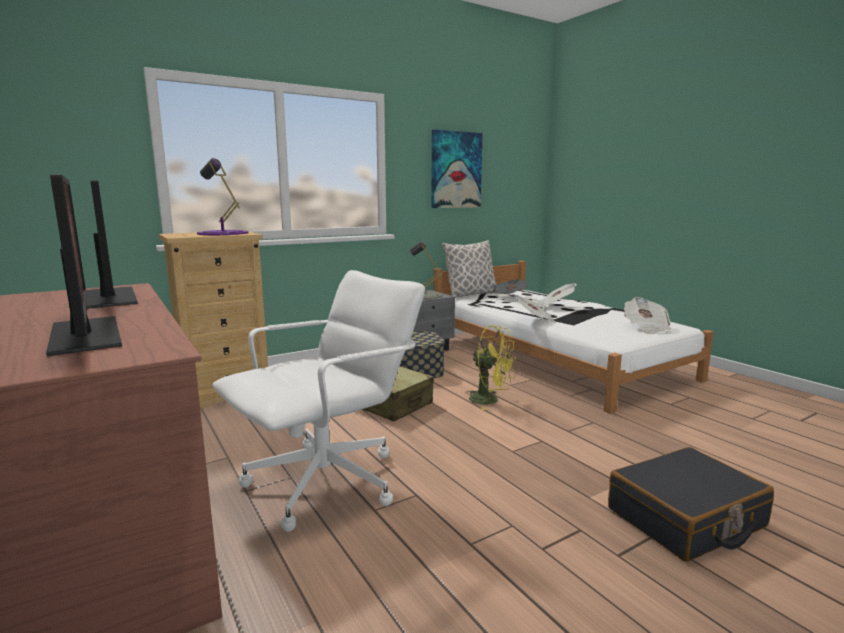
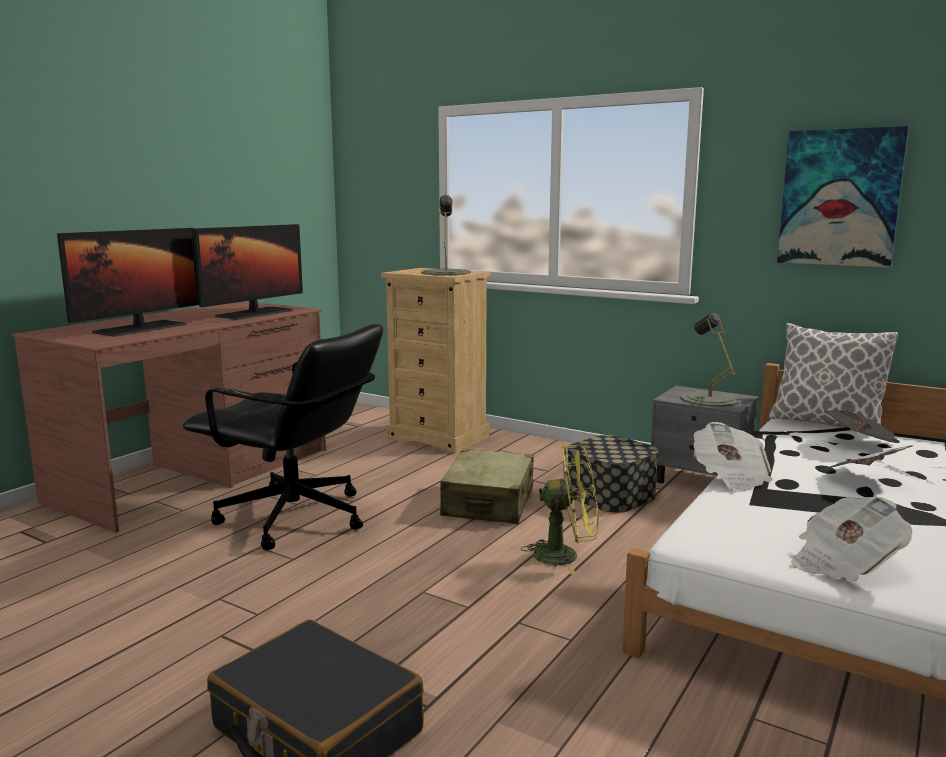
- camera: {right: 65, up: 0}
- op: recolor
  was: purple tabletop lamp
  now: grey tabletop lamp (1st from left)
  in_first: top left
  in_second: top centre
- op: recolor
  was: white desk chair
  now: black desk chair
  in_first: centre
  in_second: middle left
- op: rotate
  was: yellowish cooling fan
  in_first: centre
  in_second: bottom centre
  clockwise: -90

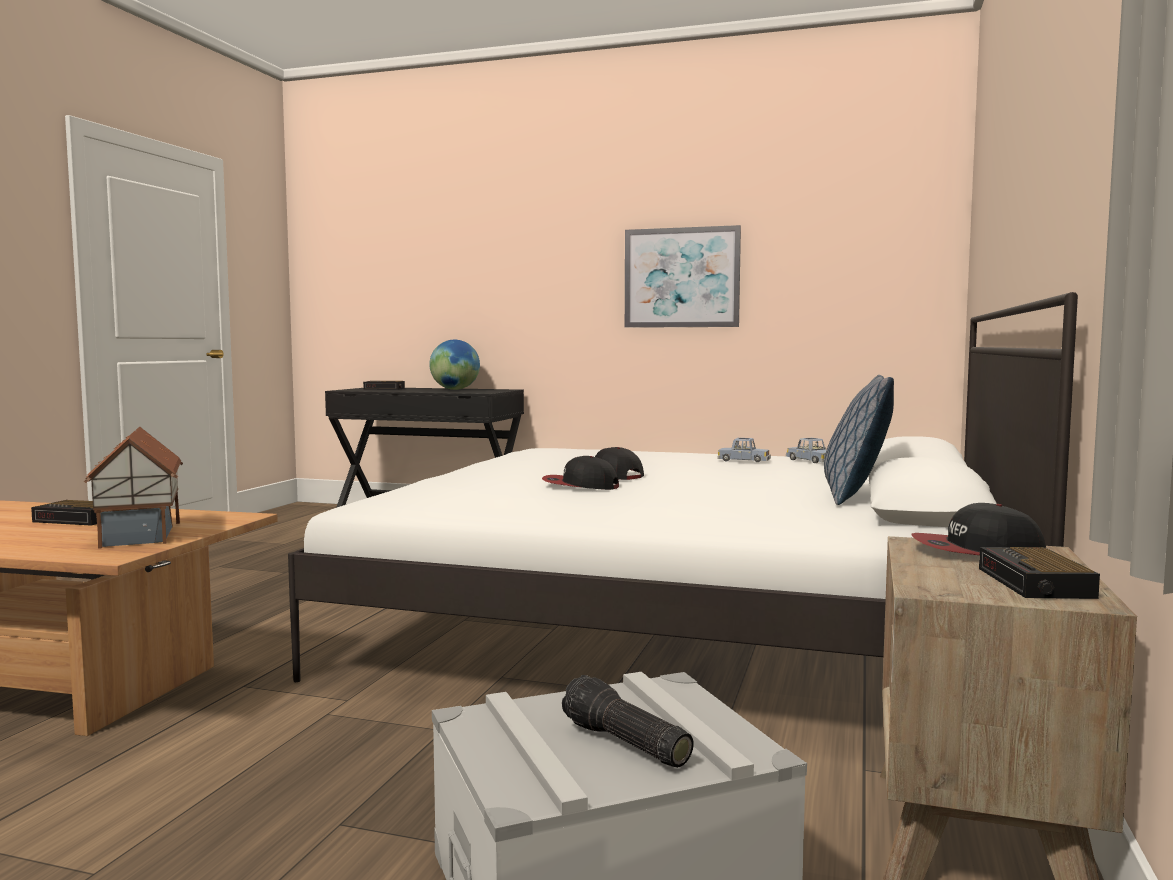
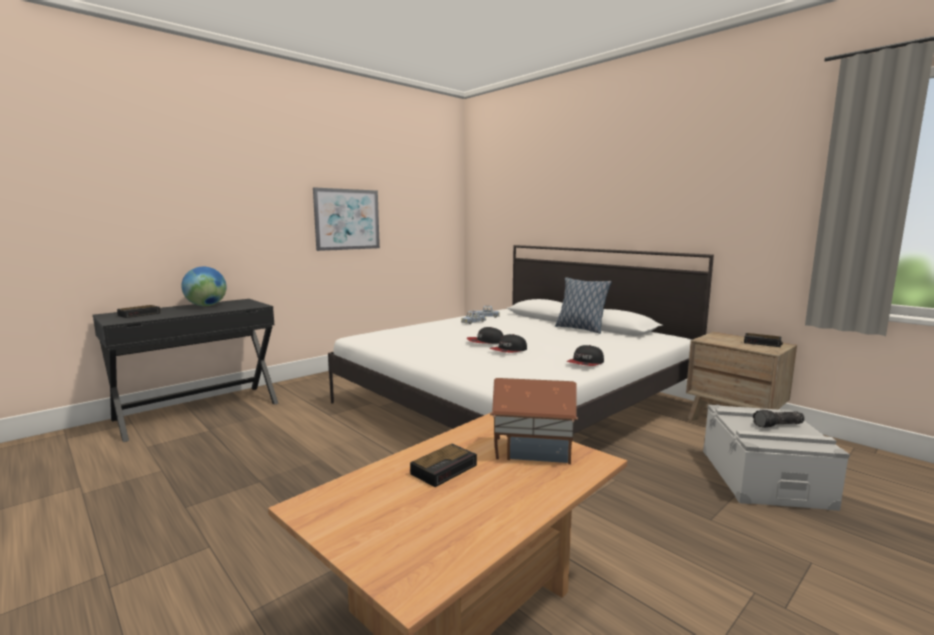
- camera: {right: -60, up: 5}
- op: move
  was: baseball cap (3rd from left)
  in_first: middle right
  in_second: centre

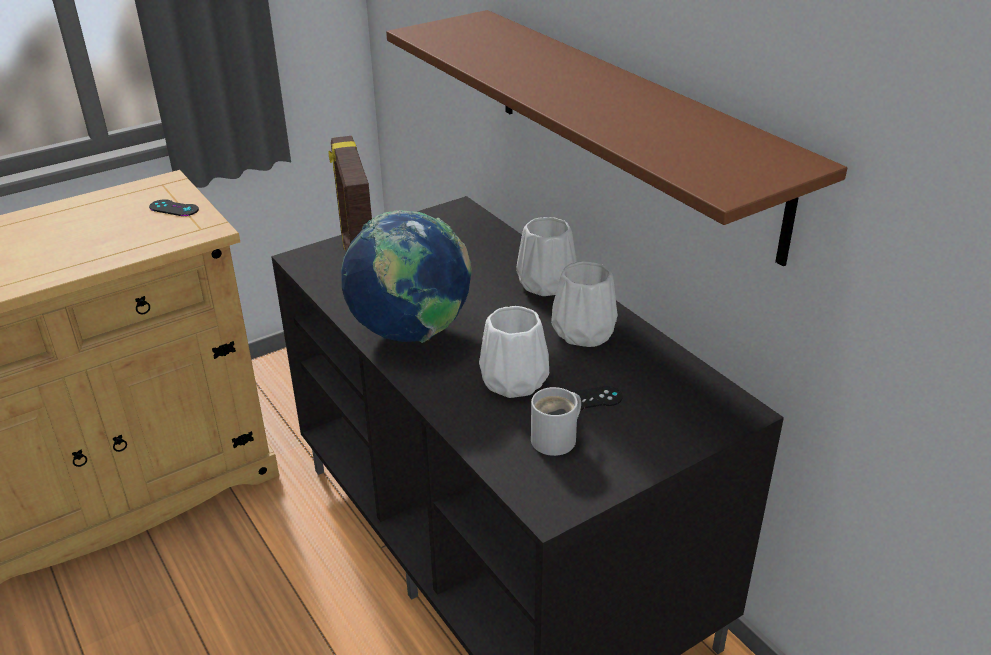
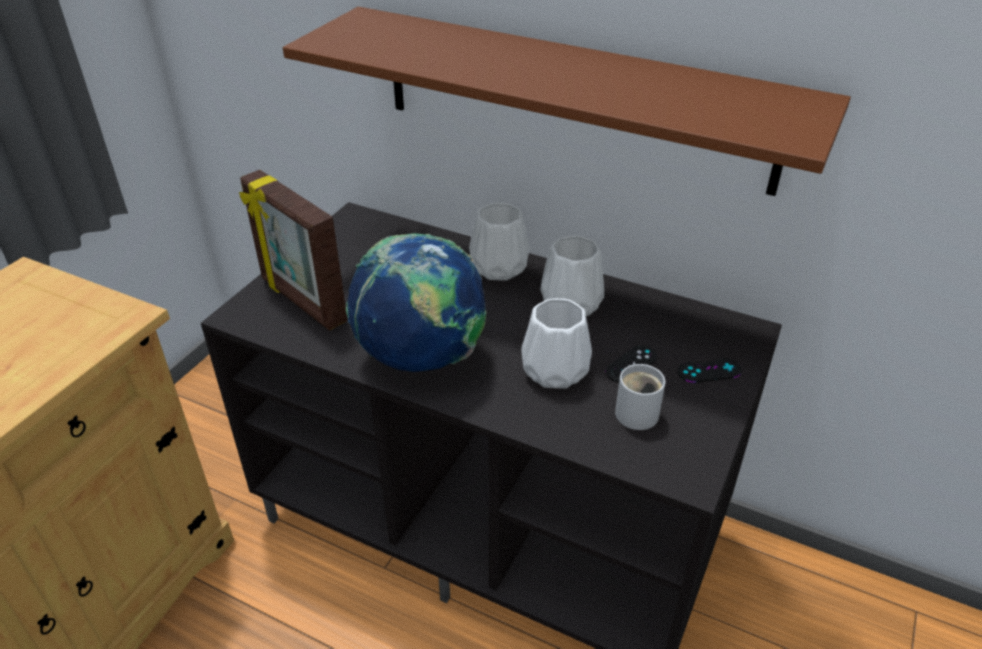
- camera: {right: -30, up: 5}
- op: move
  was: black joypad (1st from left in the first image)
  now: black joypad (2nd from left)
  in_first: top left
  in_second: middle right

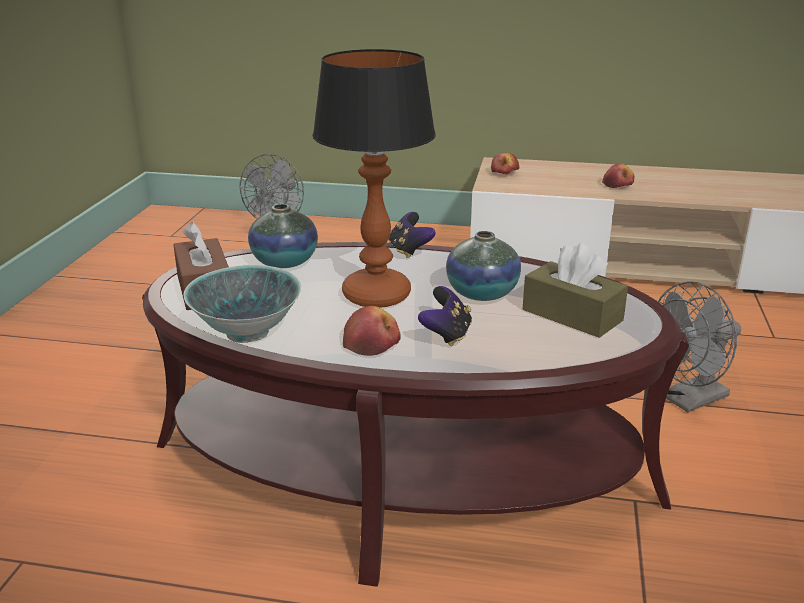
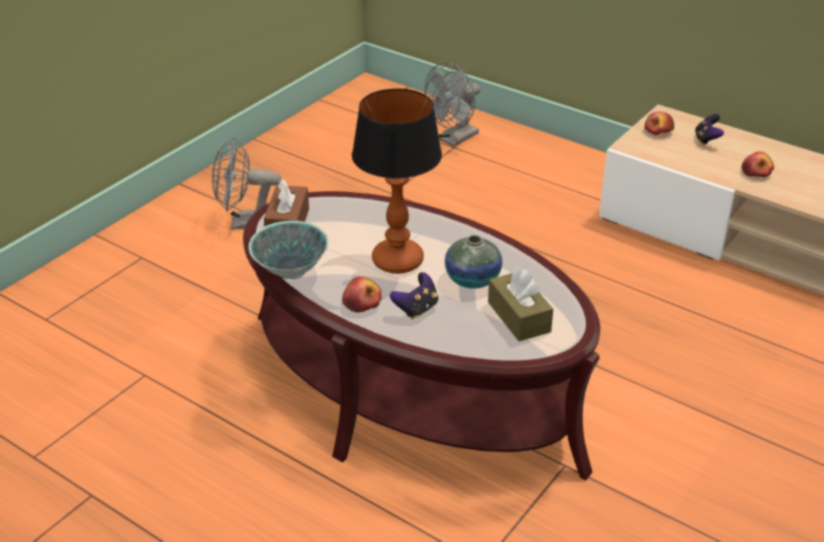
- camera: {right: 25, up: 10}
- op: delete
  was: decorative vase (1st from left)
  in_first: centre
- op: move
  was: joypad (1st from left in the first image)
  now: joypad (2nd from left)
  in_first: centre
  in_second: top right
- op: move
  was: grey cooling fan (2nd from left in the first image)
  now: grey cooling fan (1st from left)
  in_first: middle right
  in_second: middle left

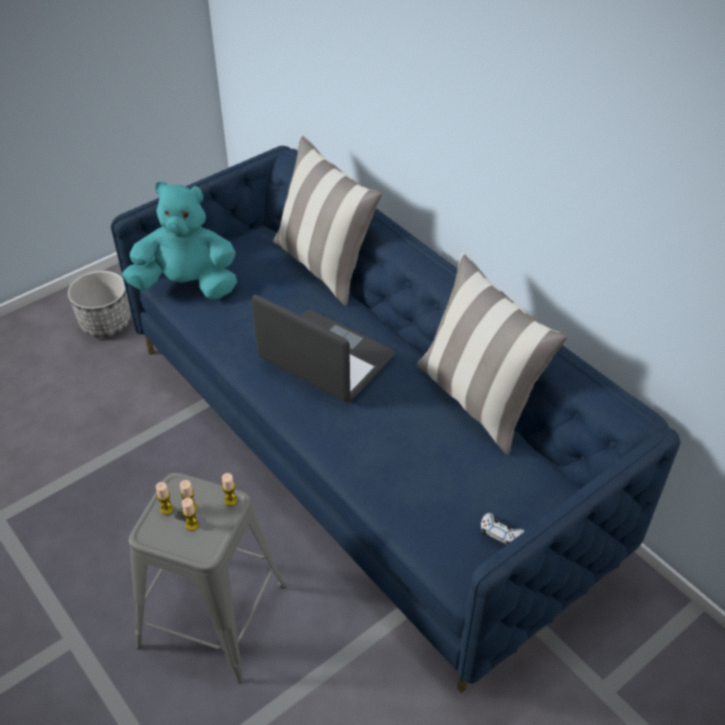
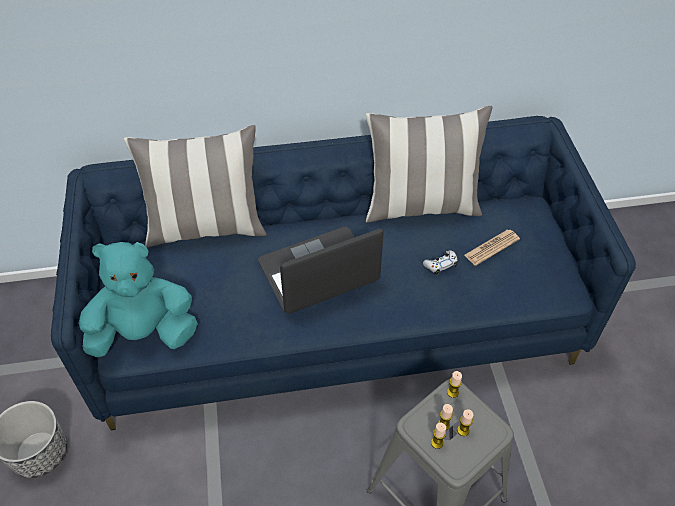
- camera: {right: -60, up: 5}
- op: rotate
  was: turquoise-coloured soft toy
  in_first: top left
  in_second: middle left
  clockwise: 45
- op: move
  was: white joypad
  in_first: bottom right
  in_second: centre
- op: insert
  now: daily paper
  in_second: middle right

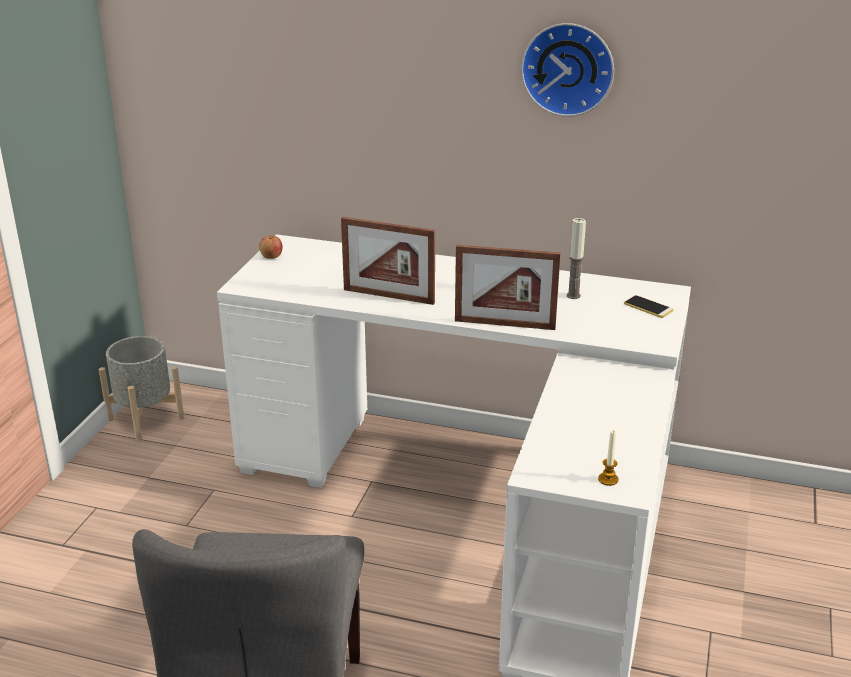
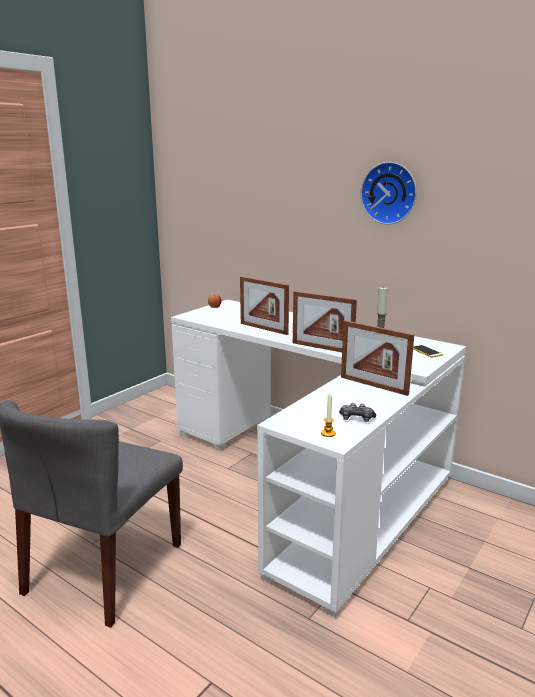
- camera: {right: 20, up: -10}
- op: delete
  was: grey flower pot
  in_first: middle left
- op: insert
  now: standing frame (3rd from left)
  in_second: middle right
- op: insert
  now: joypad
  in_second: middle right

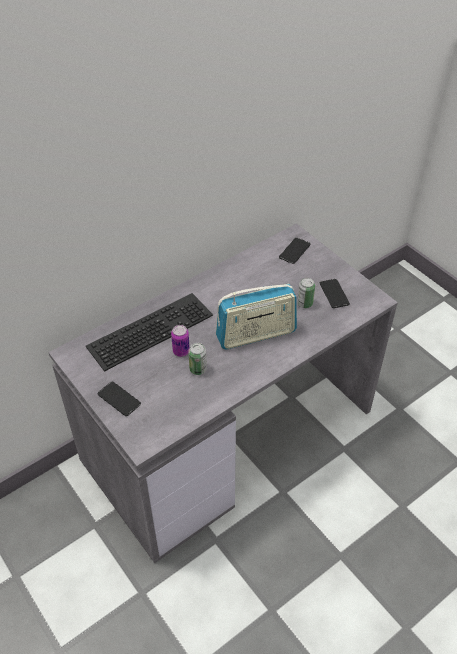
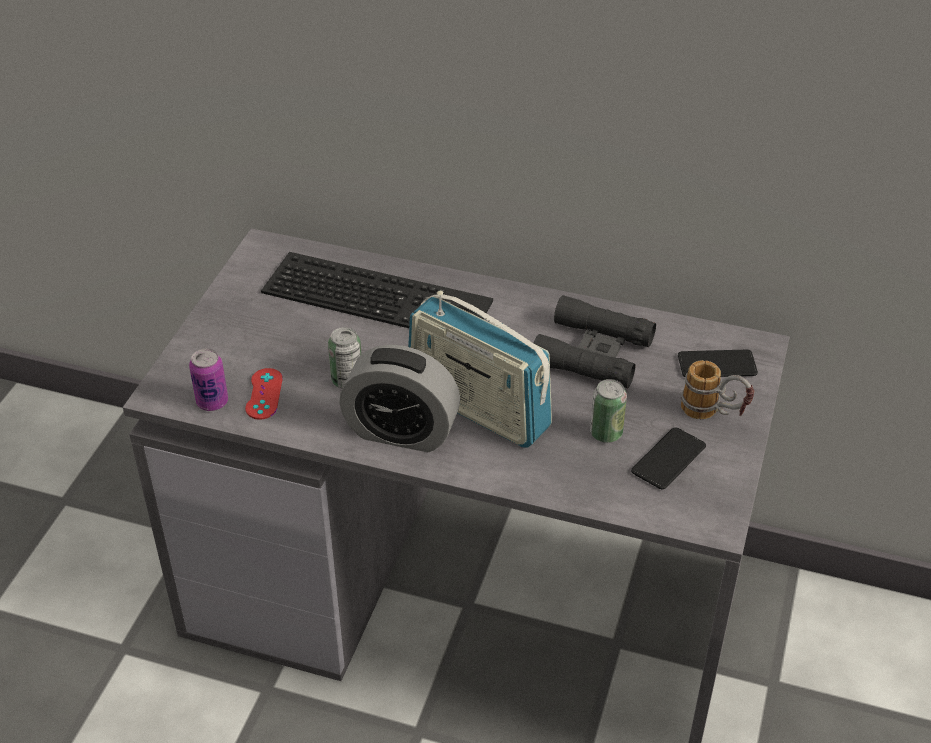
- camera: {right: 55, up: -5}
- op: move
  was: sealed can (1st from left)
  in_first: centre
  in_second: middle left
- op: delete
  was: phone (1st from left)
  in_first: middle left
- op: insert
  now: black field glasses
  in_second: centre
- op: insert
  now: bedside clock
  in_second: centre
- op: insert
  now: tea mug
  in_second: middle right
- op: insert
  now: red joypad
  in_second: middle left

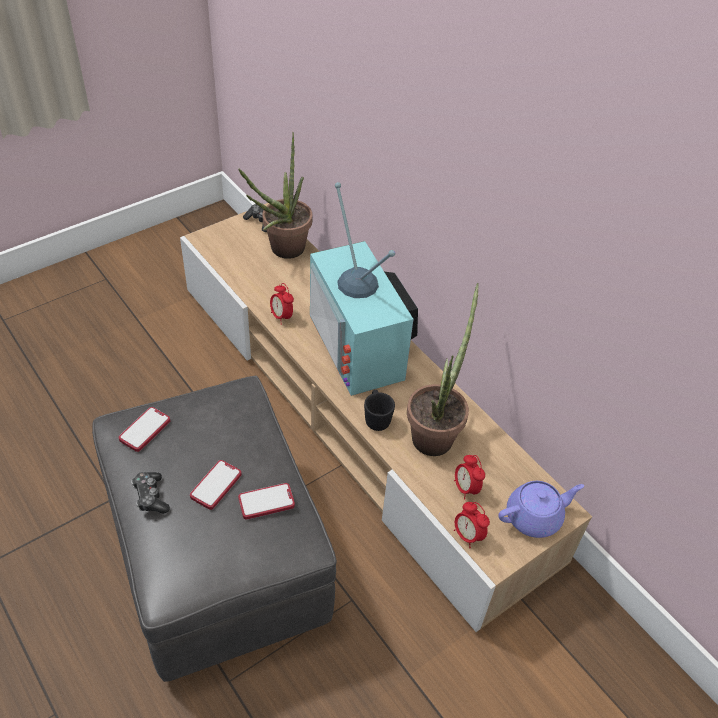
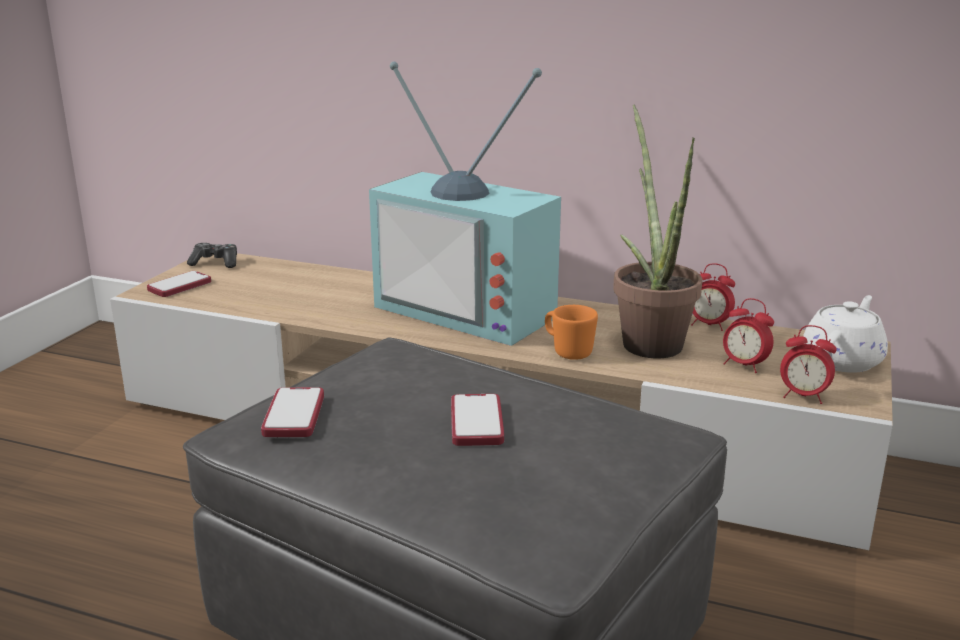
- camera: {right: -30, up: -25}
- op: delete
  was: plant in a pot (1st from left)
  in_first: top centre
- op: move
  was: bedside clock (1st from left)
  in_first: centre
  in_second: middle right
- op: recolor
  was: black tea mug
  now: orange tea mug
  in_first: centre
  in_second: centre
- op: delete
  was: joypad (1st from left)
  in_first: bottom left
- op: recolor
  was: purple pot for tea
  now: white pot for tea
  in_first: bottom right
  in_second: middle right
- op: move
  was: phone (3rd from left in the first image)
  now: phone (1st from left)
  in_first: bottom centre
  in_second: middle left

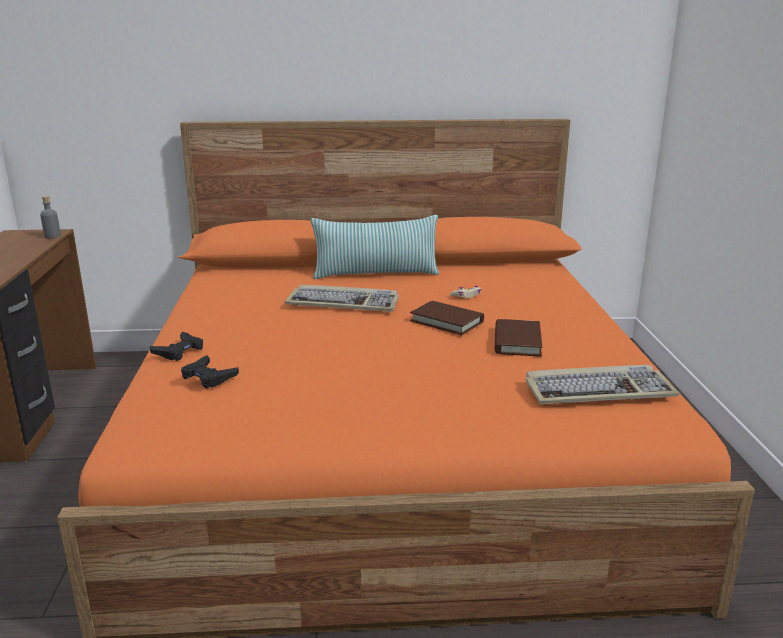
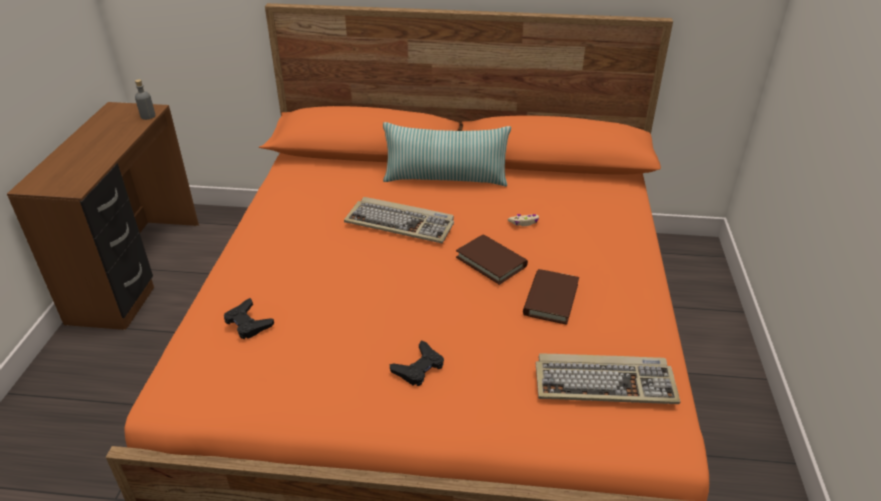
- camera: {right: 10, up: 15}
- op: move
  was: black joypad (1st from left in the first image)
  now: black joypad (2nd from left)
  in_first: middle left
  in_second: bottom centre

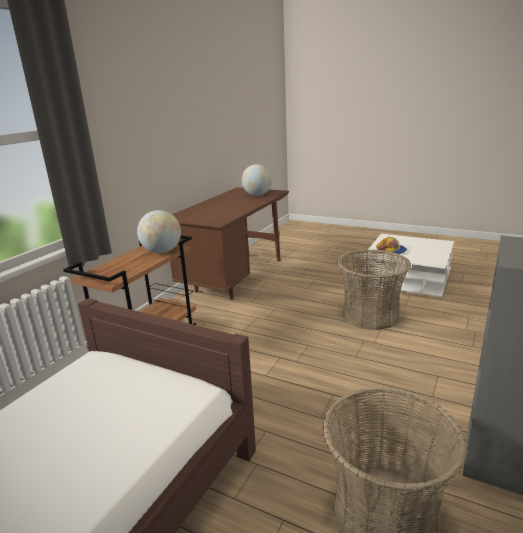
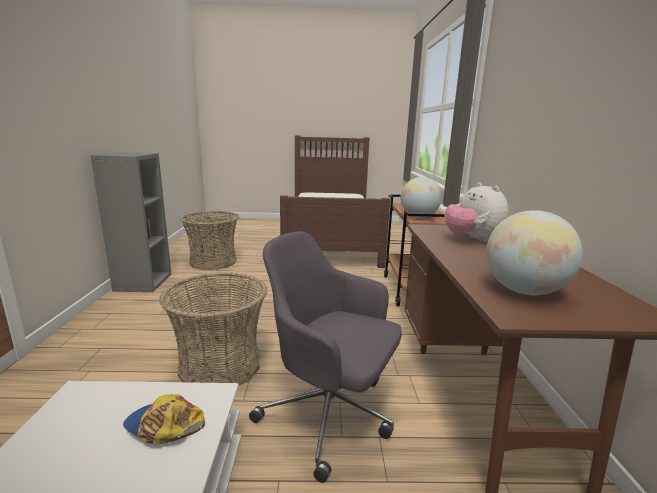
- camera: {right: 150, up: -5}
- op: insert
  now: soft toy
  in_second: middle right
- op: insert
  now: grey desk chair
  in_second: bottom centre

